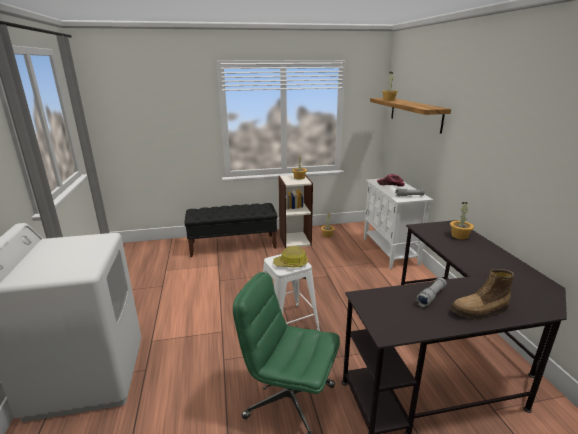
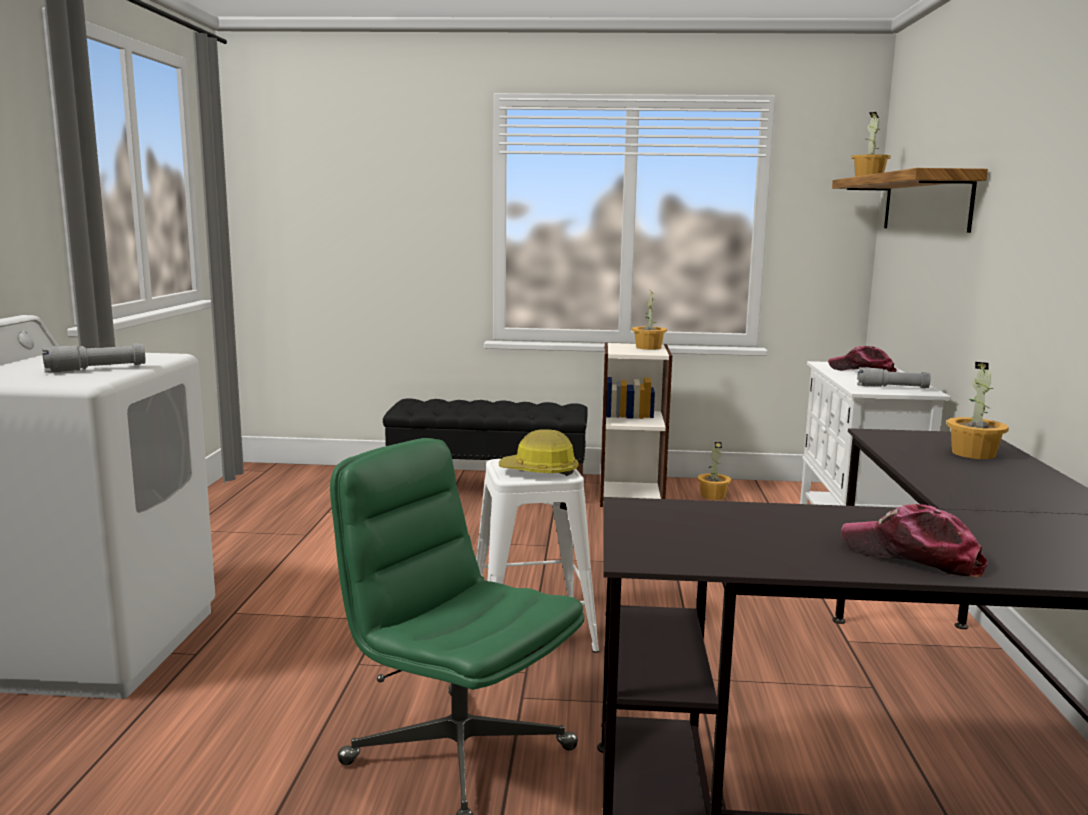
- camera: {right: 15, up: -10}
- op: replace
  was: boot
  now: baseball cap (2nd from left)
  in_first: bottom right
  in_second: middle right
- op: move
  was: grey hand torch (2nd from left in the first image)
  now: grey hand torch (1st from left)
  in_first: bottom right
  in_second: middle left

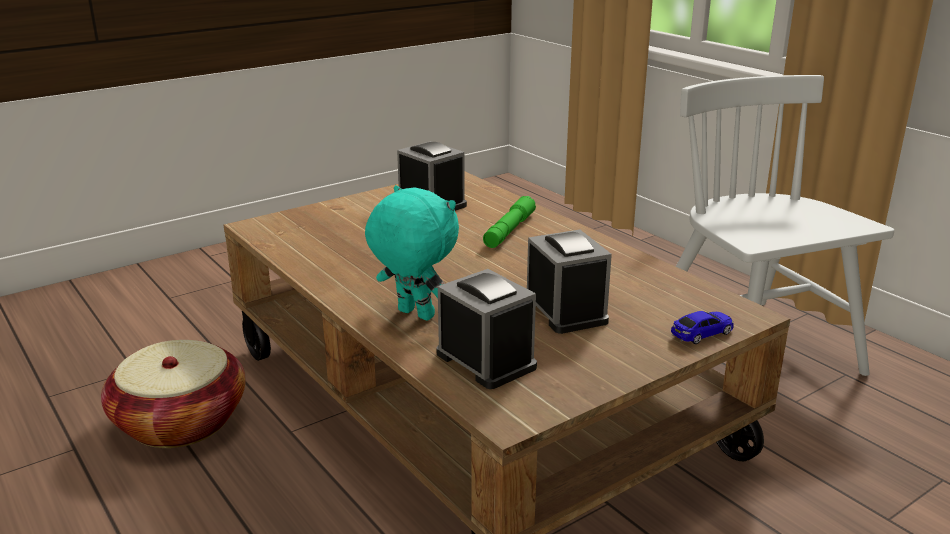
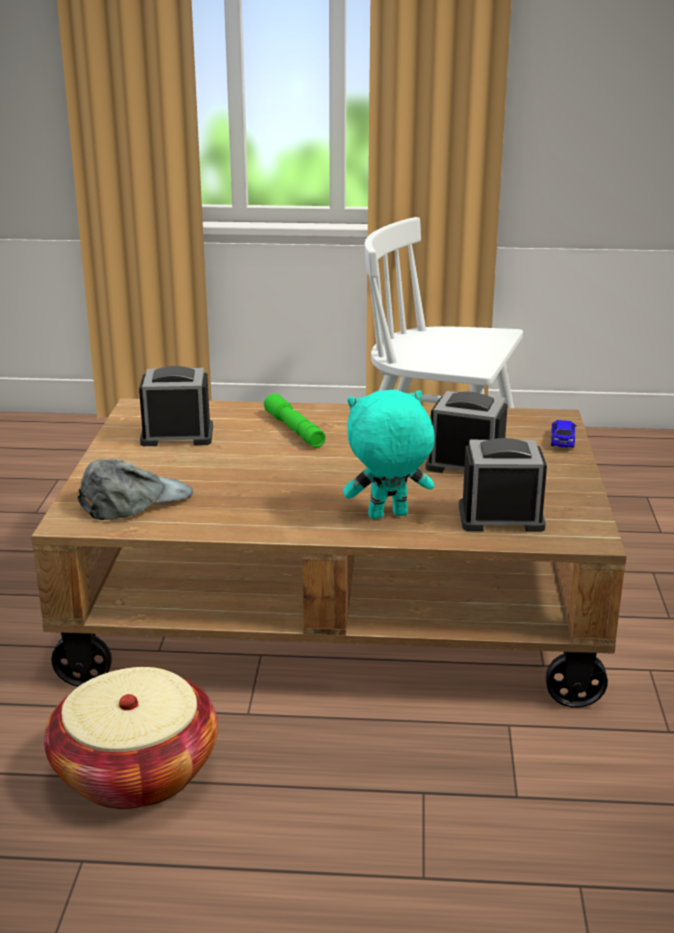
- camera: {right: -50, up: 0}
- op: insert
  now: grey baseball cap
  in_second: middle left

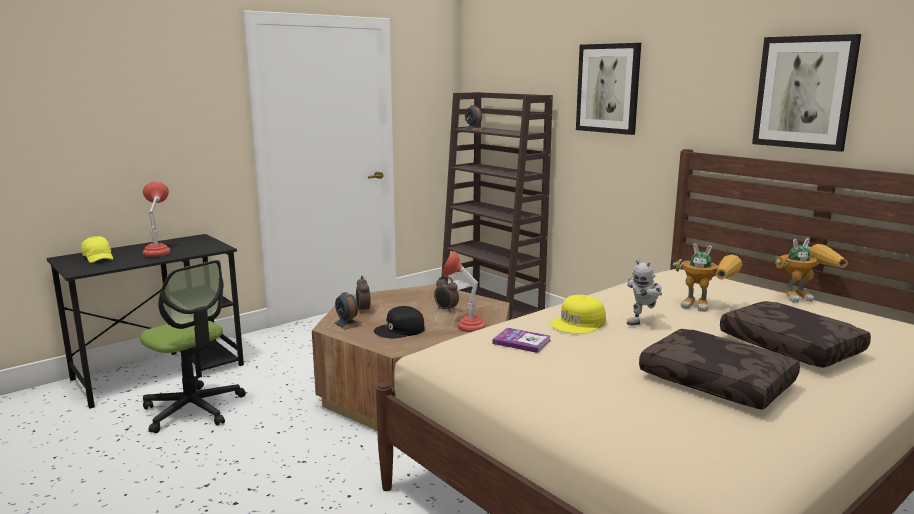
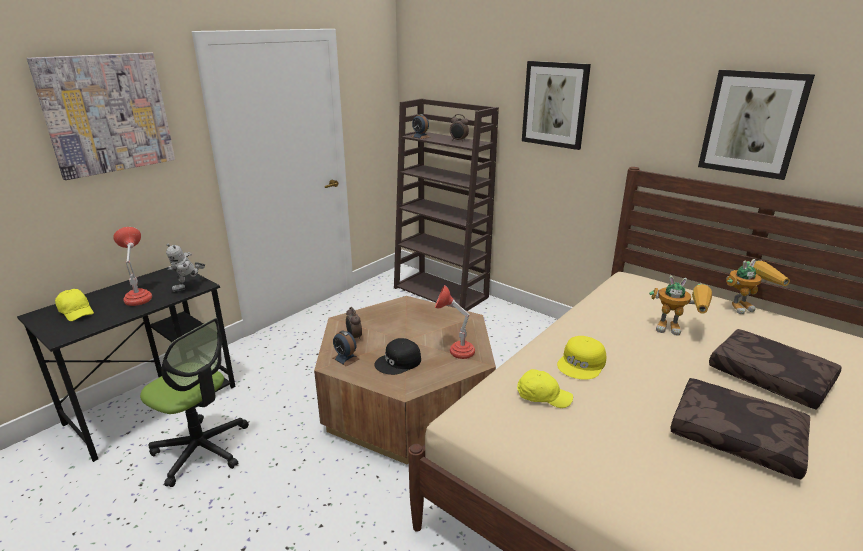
- camera: {right: -10, up: 10}
- op: move
  was: robot figure (1st from left)
  in_first: middle right
  in_second: middle left
- op: move
  was: bedside clock (3rd from left in the first image)
  now: bedside clock (4th from left)
  in_first: centre
  in_second: top centre
- op: replace
  was: bound book
  now: yellowish baseball cap (2nd from left)
  in_first: centre
  in_second: bottom centre
- op: insert
  now: wall art (1st from left)
  in_second: top left

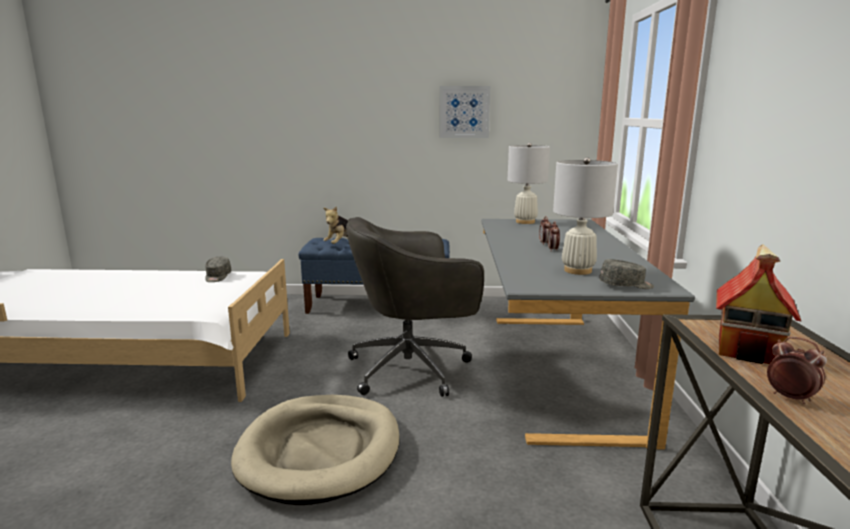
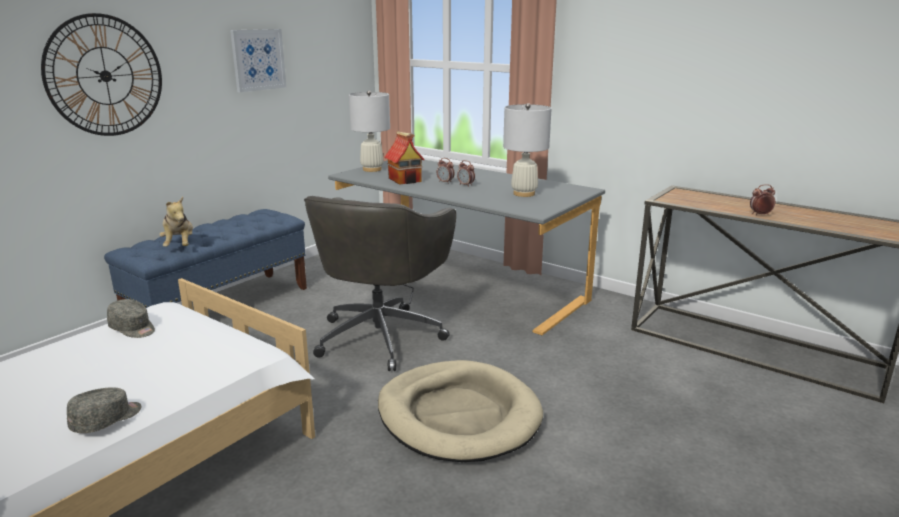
- camera: {right: -55, up: 5}
- op: move
  was: miniature house
  in_first: middle right
  in_second: top centre
- op: move
  was: grey baseball cap (2nd from left in the first image)
  now: grey baseball cap (1st from left)
  in_first: middle right
  in_second: bottom left
- op: insert
  now: wall clock
  in_second: top left

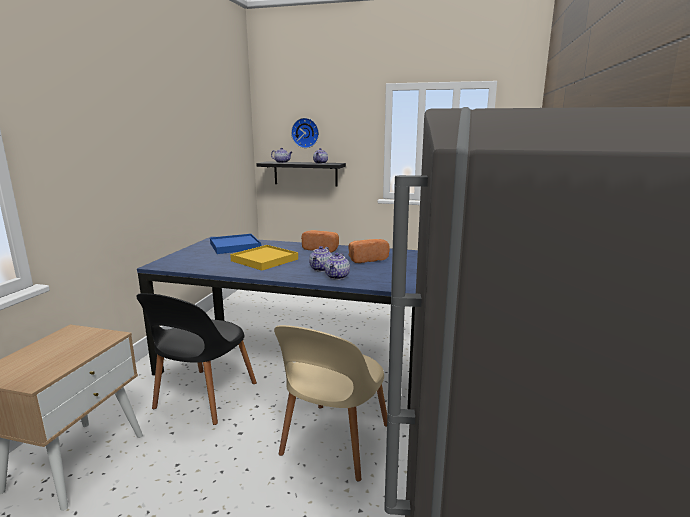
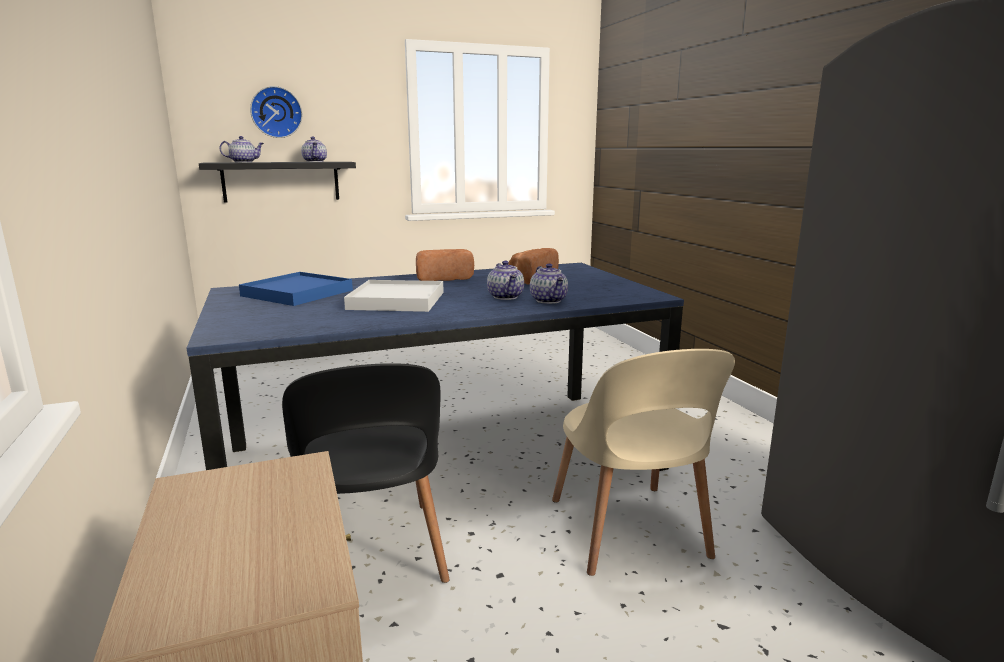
- camera: {right: -35, up: 0}
- op: recolor
  was: yellowish serving tray
  now: white serving tray
  in_first: centre
  in_second: centre

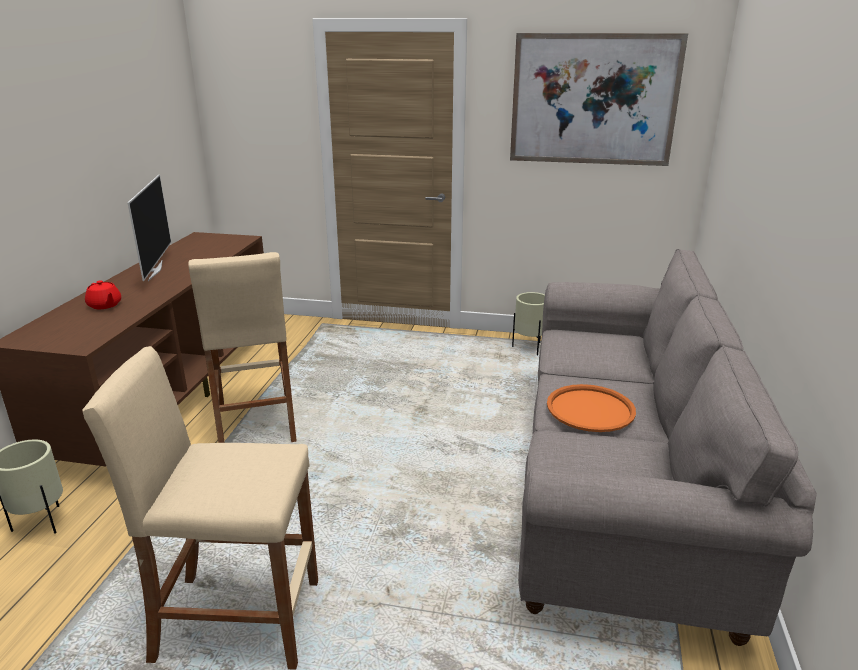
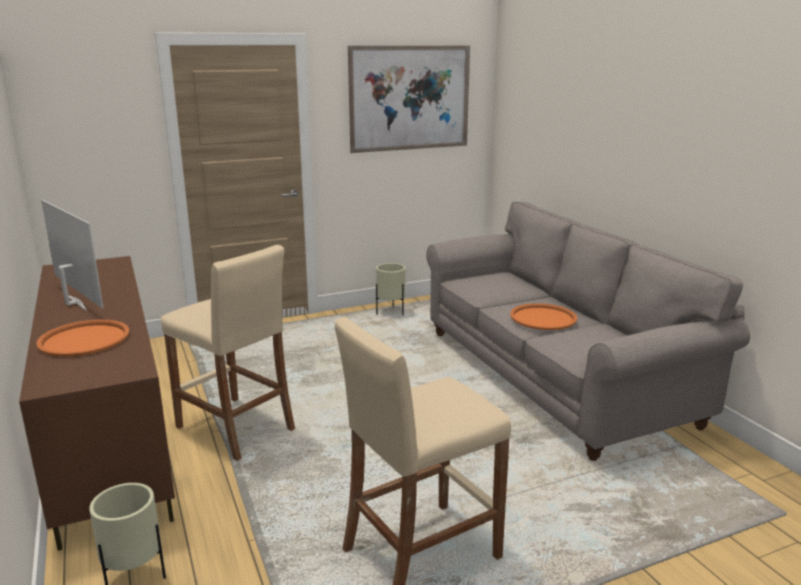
- camera: {right: -35, up: -5}
- op: replace
  was: red pot for tea
  now: orange serving tray (1st from left)
  in_first: middle left
  in_second: middle left

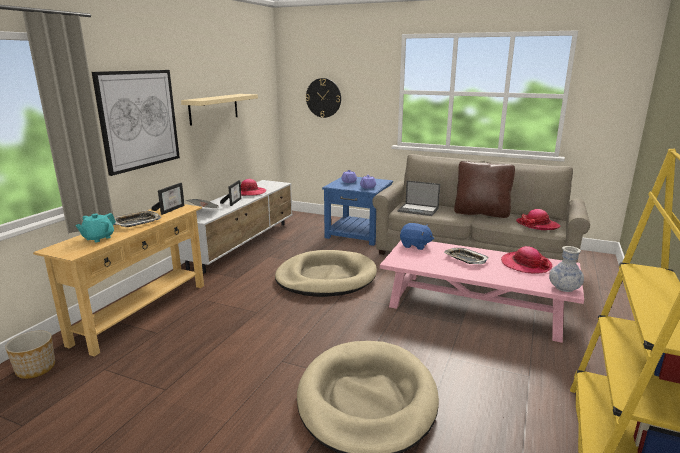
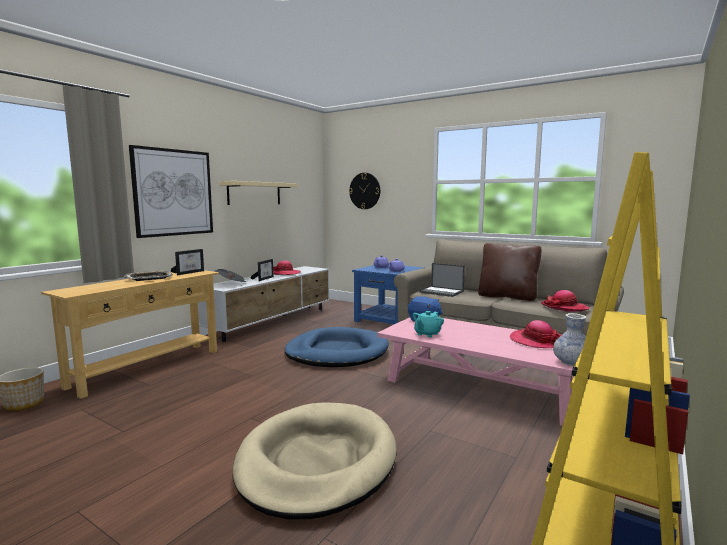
- camera: {right: 10, up: -10}
- op: move
  was: turquoise-coloured pot for tea
  in_first: middle left
  in_second: centre
- op: delete
  was: serving tray (2nd from left)
  in_first: middle right
- op: recolor
  was: sand-coloured dog bed (1st from left)
  now: blue dog bed
  in_first: centre
  in_second: centre

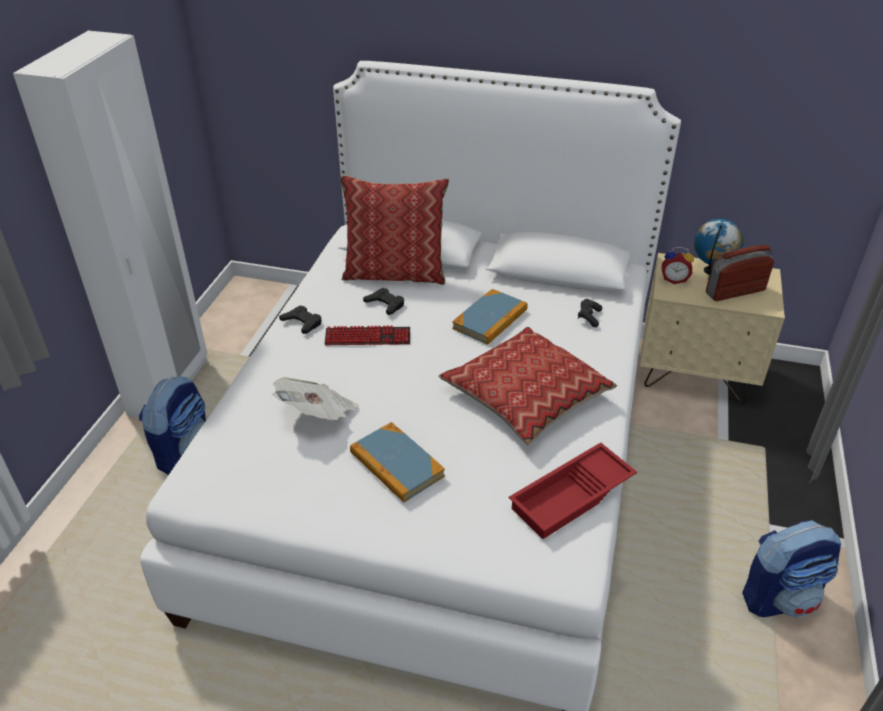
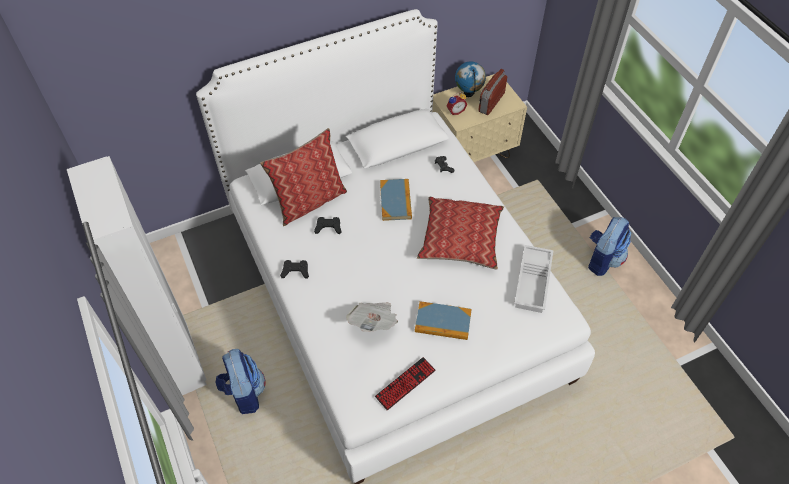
- camera: {right: -40, up: 15}
- op: move
  was: PC keyboard
  in_first: centre
  in_second: bottom centre
- op: recolor
  was: red serving tray
  now: white serving tray
  in_first: bottom centre
  in_second: middle right

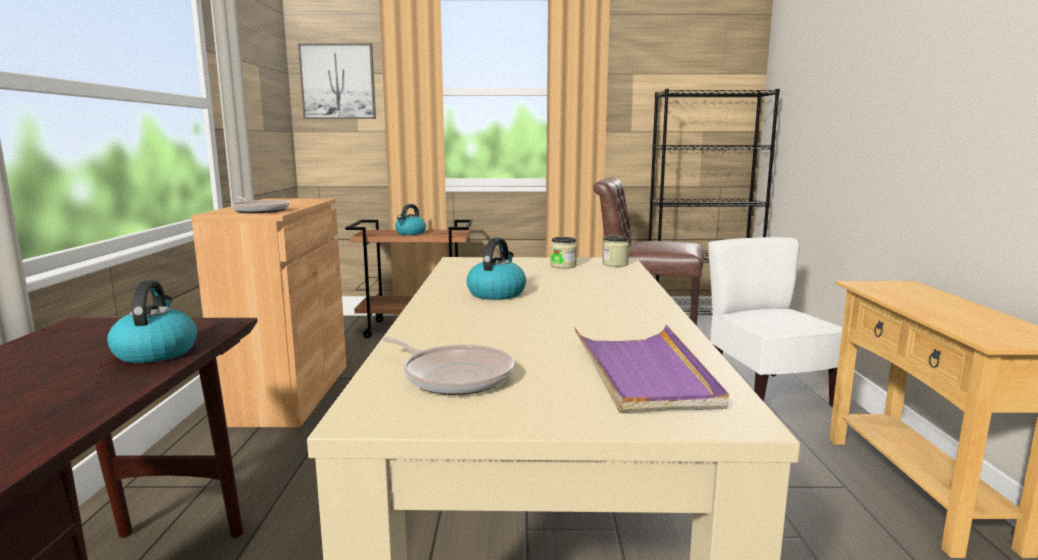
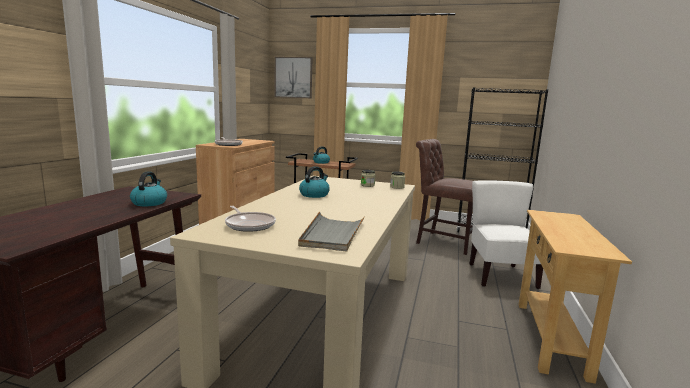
- camera: {right: 15, up: 0}
- op: recolor
  was: purple serving tray
  now: grey serving tray
  in_first: centre
  in_second: centre

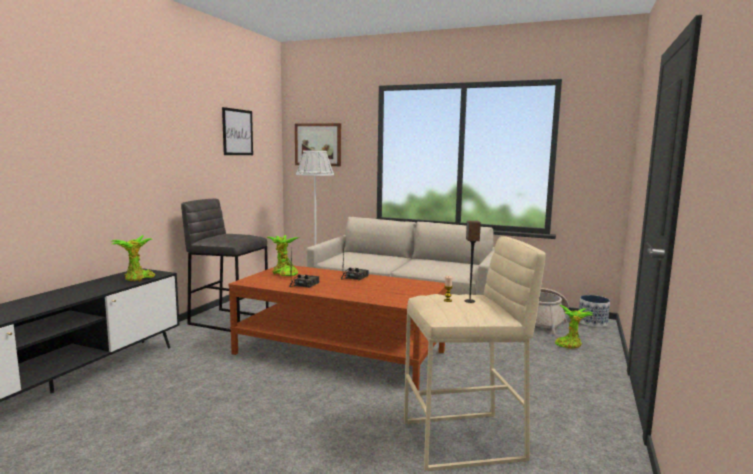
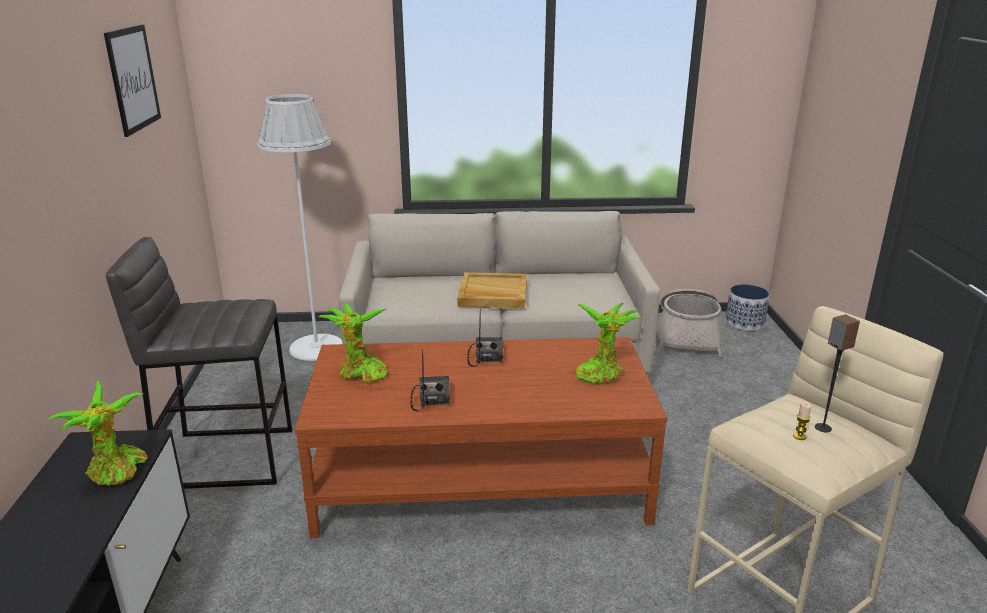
- camera: {right: -25, up: 15}
- op: delete
  was: wall art (2nd from left)
  in_first: top centre
- op: move
  was: plant in a pot (3rd from left)
  in_first: bottom right
  in_second: centre
- op: insert
  now: sand-coloured serving tray
  in_second: centre

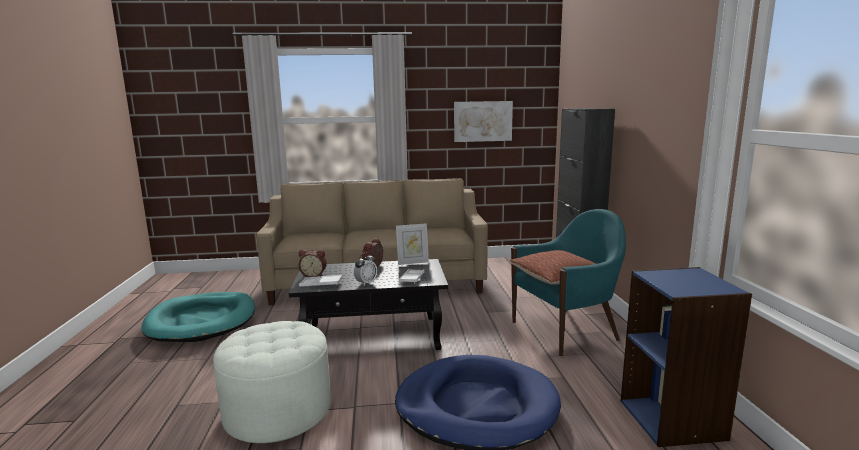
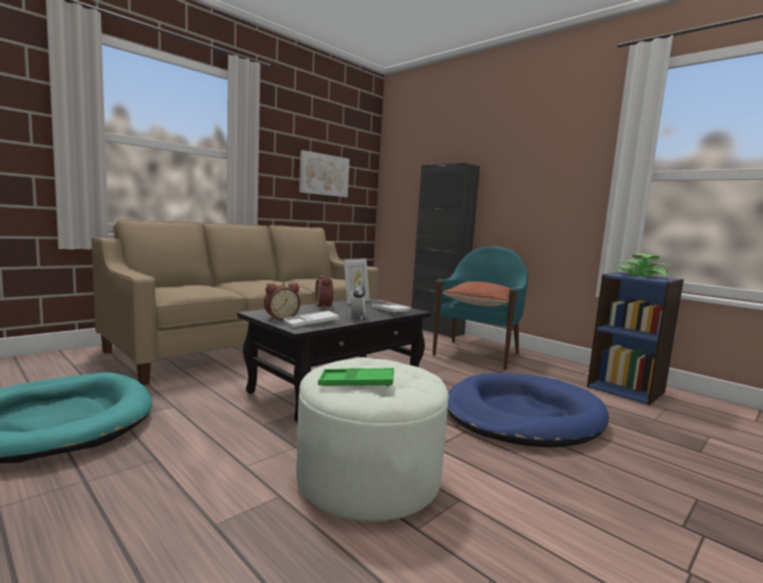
- camera: {right: -40, up: -5}
- op: insert
  now: plant in a pot
  in_second: middle right
- op: insert
  now: green-coloured serving tray
  in_second: centre

